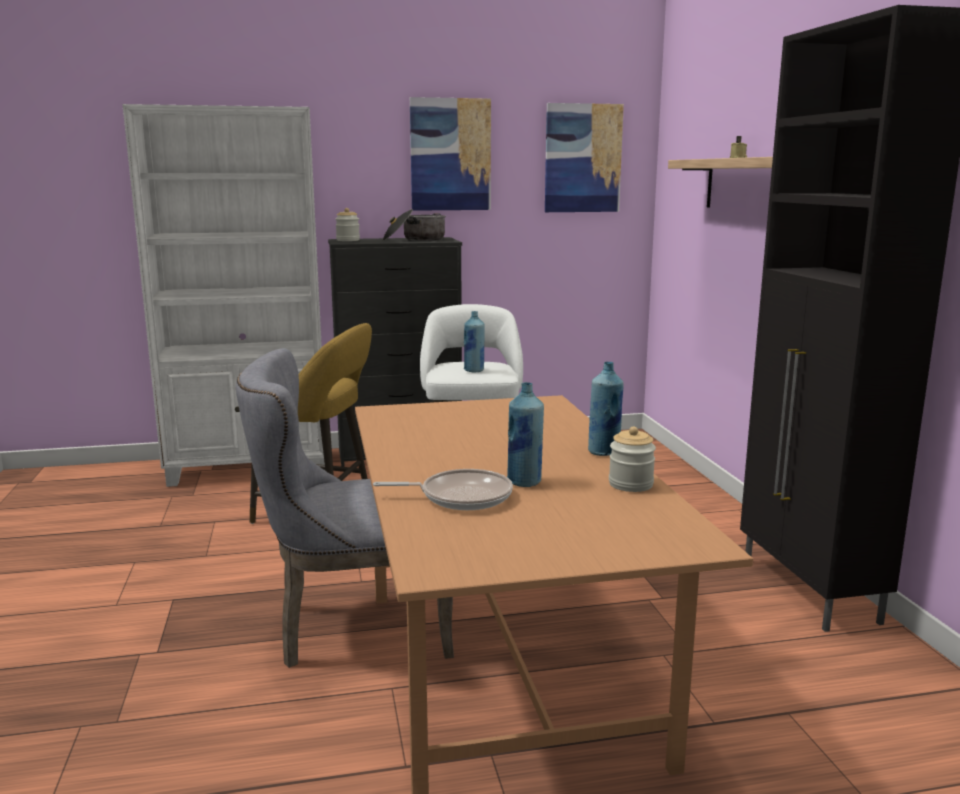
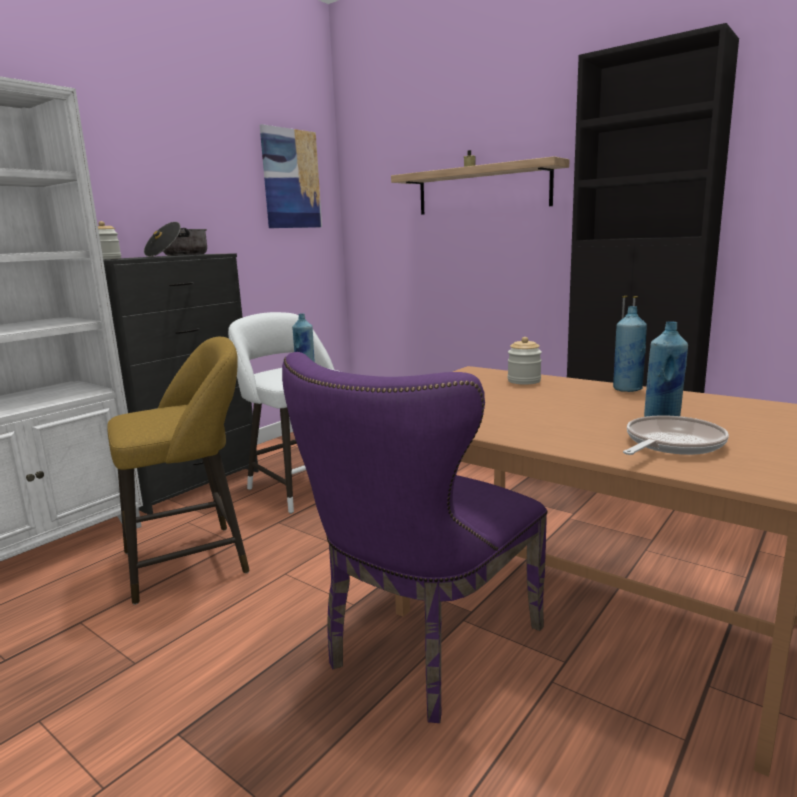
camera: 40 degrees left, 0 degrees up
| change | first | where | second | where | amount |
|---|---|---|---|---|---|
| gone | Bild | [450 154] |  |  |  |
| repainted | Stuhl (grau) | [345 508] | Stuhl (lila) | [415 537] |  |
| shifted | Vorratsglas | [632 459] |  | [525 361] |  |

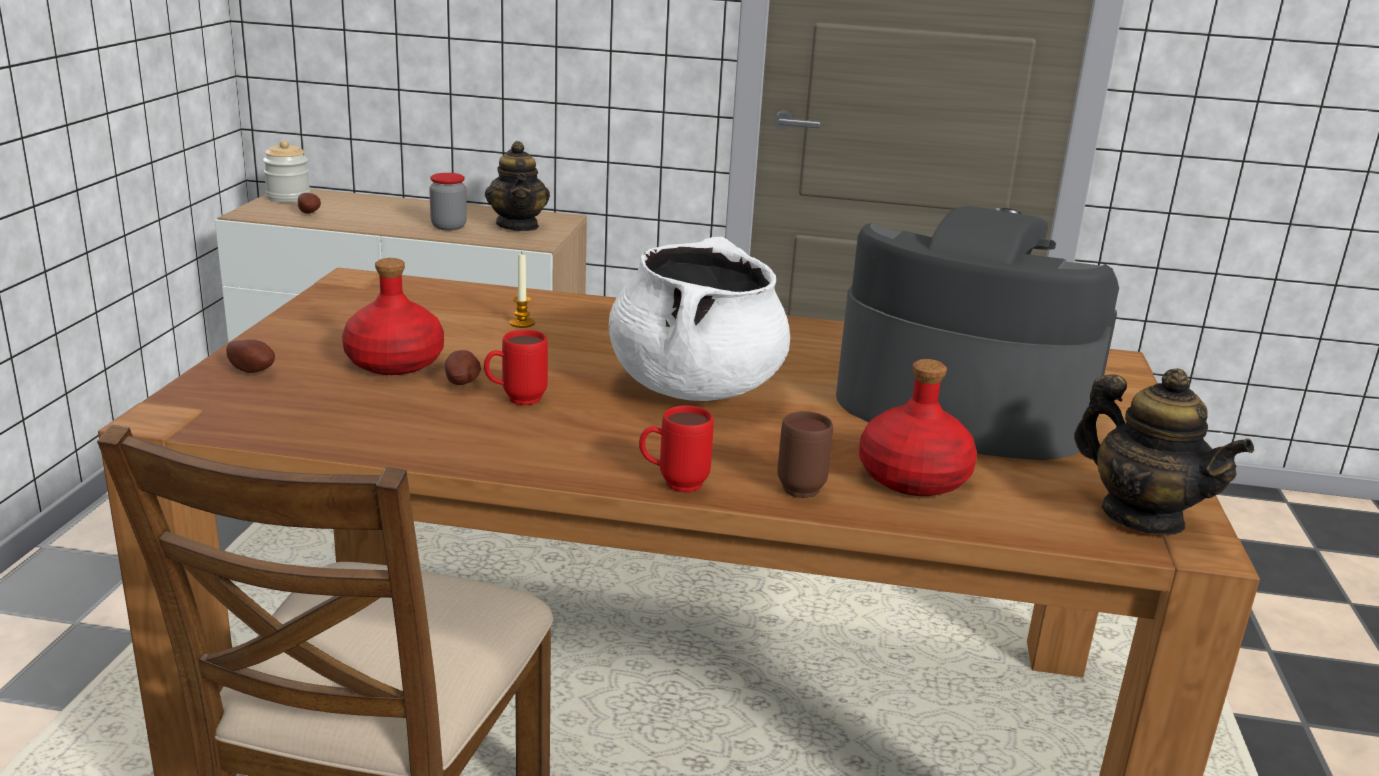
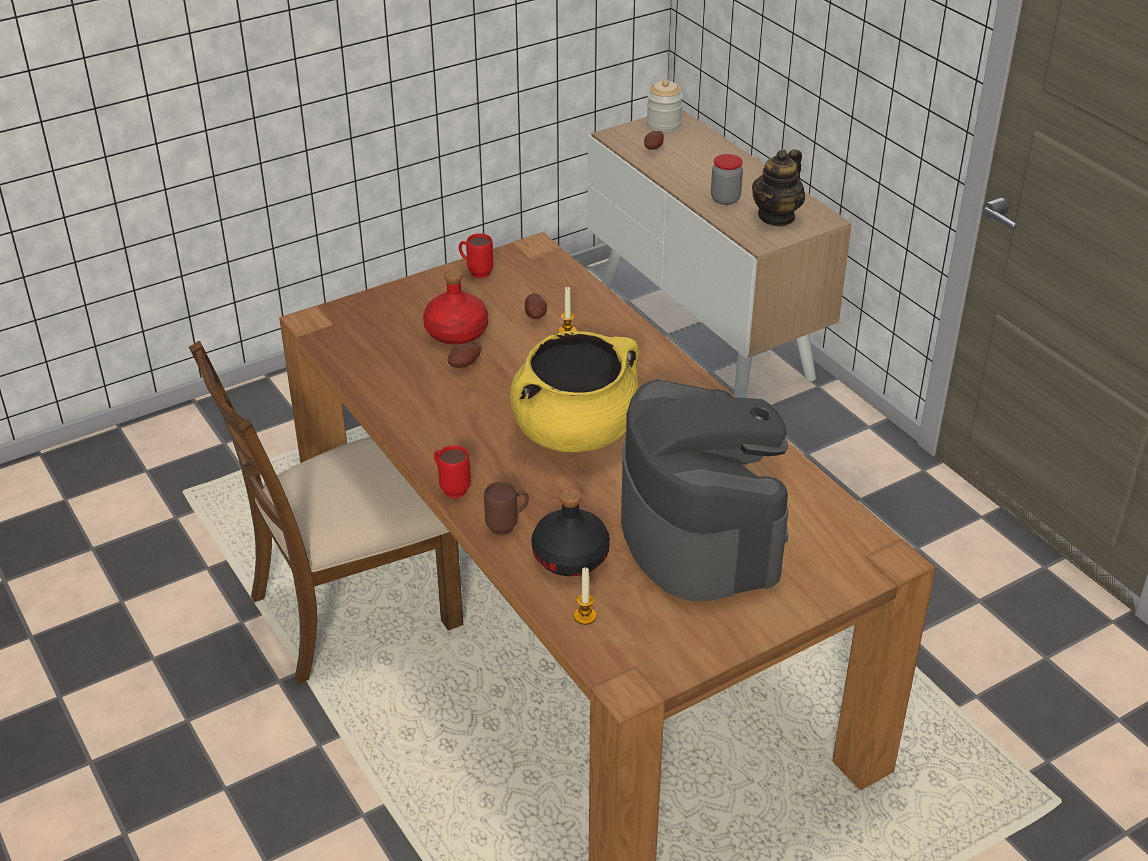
camera: 50 degrees right, 15 degrees up
| change | first | where | second | where | amount |
|---|---|---|---|---|---|
| repainted | Kochtopf (weiß) | [699 319] | Kochtopf (gelb) | [574 391] |  |
| shifted | Henkelbecher (rot) | [516 367] |  | [476 255] |  |
| shifted | Kartoffel | [250 356] |  | [536 306] |  |
| repainted | Flasche (rot) | [918 427] | Flasche (schwarz) | [570 532] |  |
| gone | Teekanne | [1164 452] |  |  |  |
| new |  |  | Kerze | [585 596] |  |

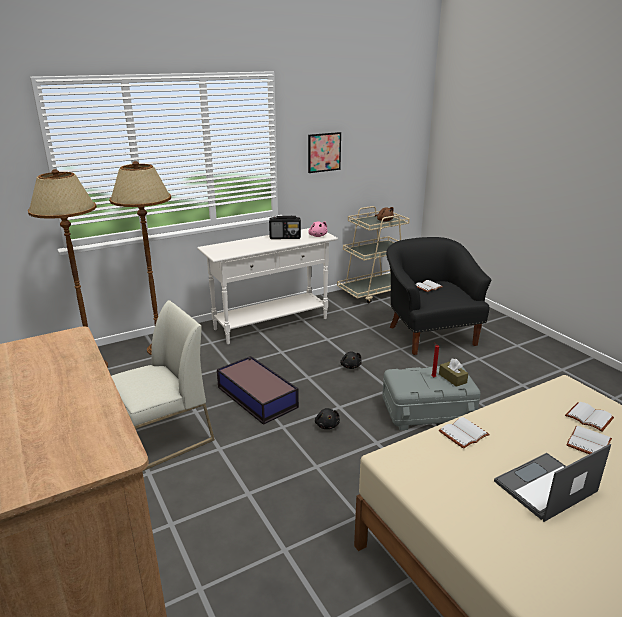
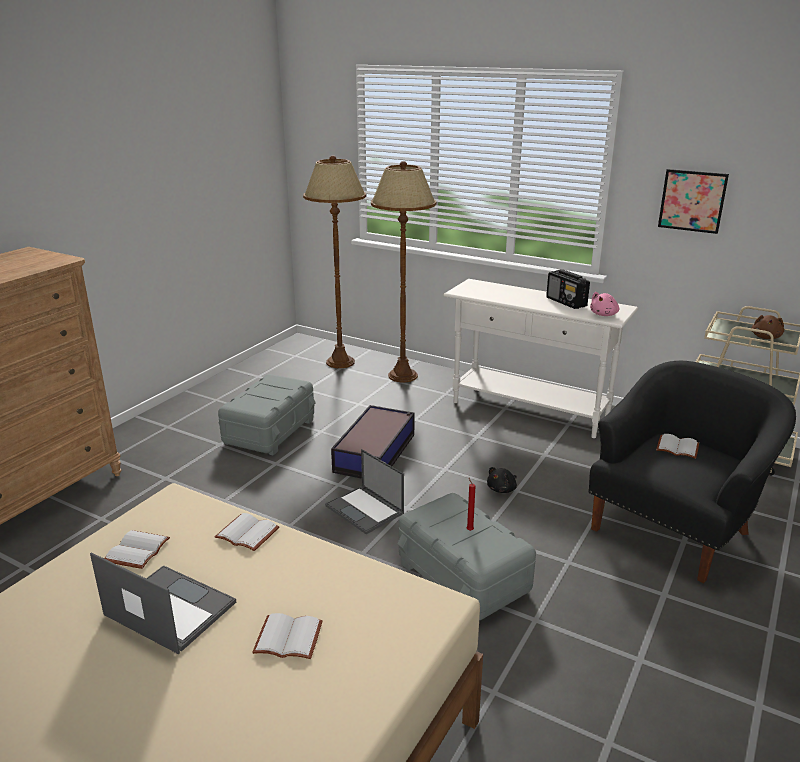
camera: 60 degrees right, 0 degrees up
| change | first | where | second | where | amount |
|---|---|---|---|---|---|
| swapped | Stuhl (weiß) | [163 385] | Aufbewahrungsbox (grau) | [267 415] |  |
| gone | Taschentuchbox (braun) | [453 373] |  |  |  |
| shifted | Buch (weiß) | [589 416] |  | [137 549] |  |
| swapped | Plüschtier (schwarz) | [327 418] | Laptop | [364 491] |  |

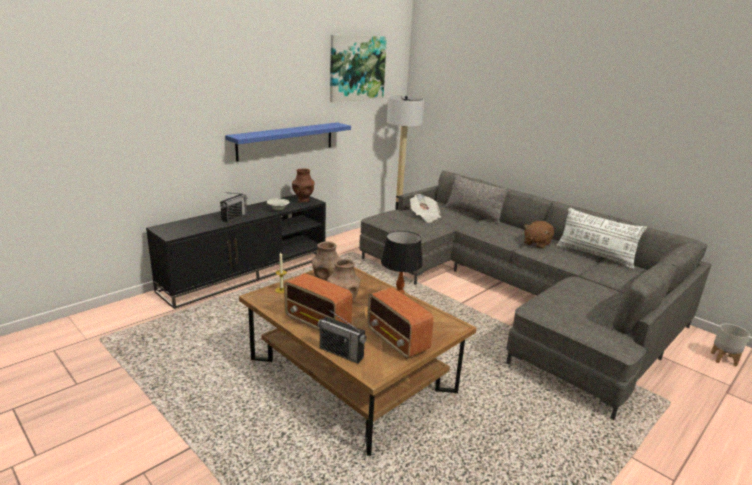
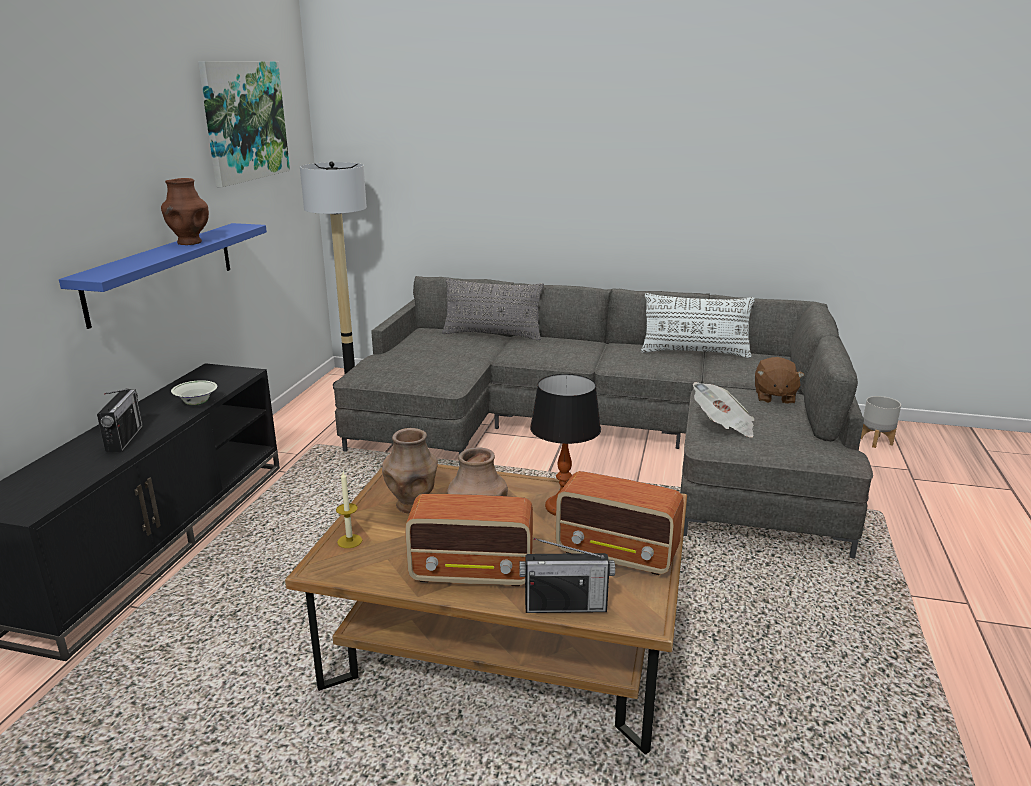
camera: 30 degrees left, 0 degrees up
| change | first | where | second | where | amount |
|---|---|---|---|---|---|
| shifted | Vase (braun) | [303 185] |  | [185 211] |  |
| shifted | Zeitung | [425 208] |  | [723 410] |  |
| shifted | Plüschtier (braun) | [539 235] |  | [779 380] |  |

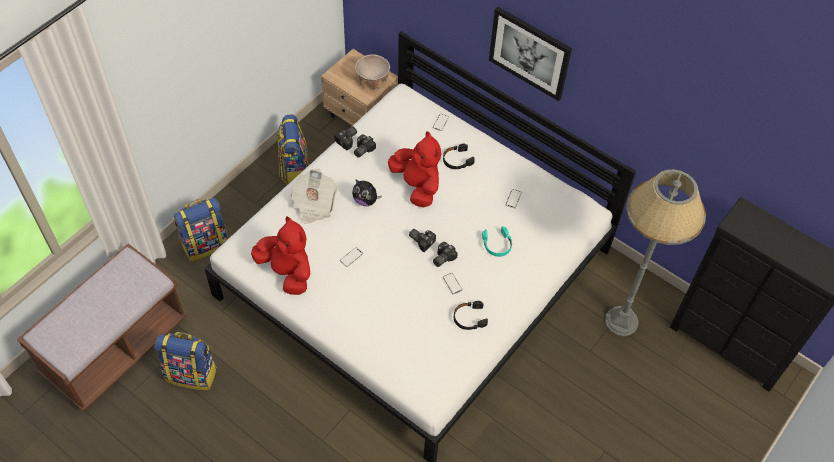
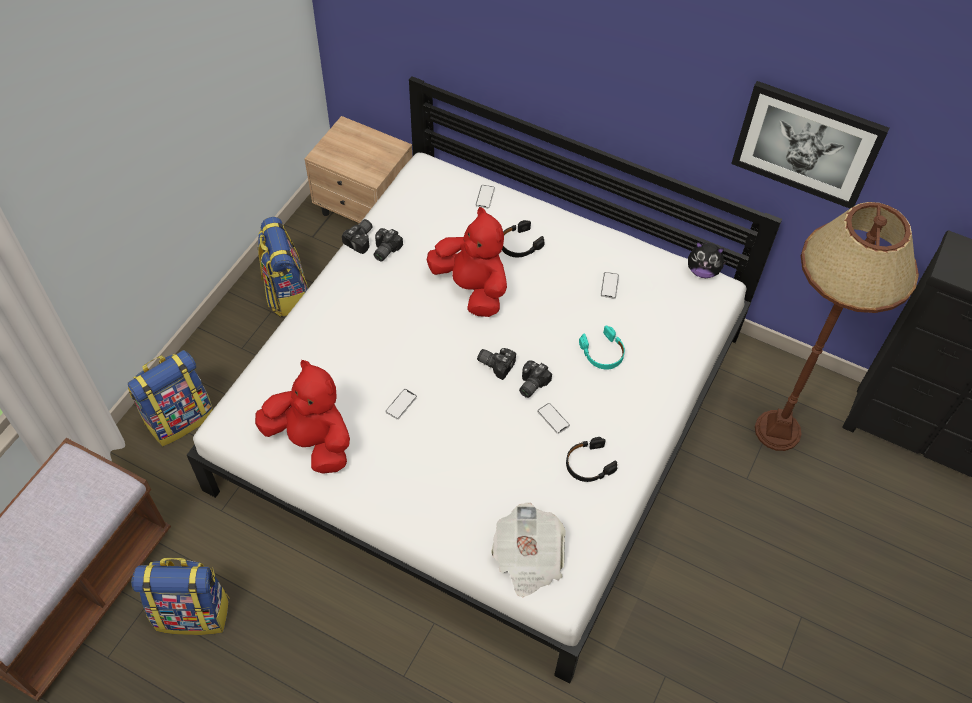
camera: 10 degrees left, 0 degrees up
| change | first | where | second | where | amount |
|---|---|---|---|---|---|
| shifted | Bild | [530 54] |  | [810 145] |  |
| gone | Schüssel (beige) | [372 72] |  |  |  |
| shifted | Zeitung | [314 196] |  | [528 550] |  |
| repainted | Stehlampe (grau) | [655 253] | Stehlampe (braun) | [837 326] |  |
| shifted | Plüschtier | [367 193] |  | [708 260] |  |

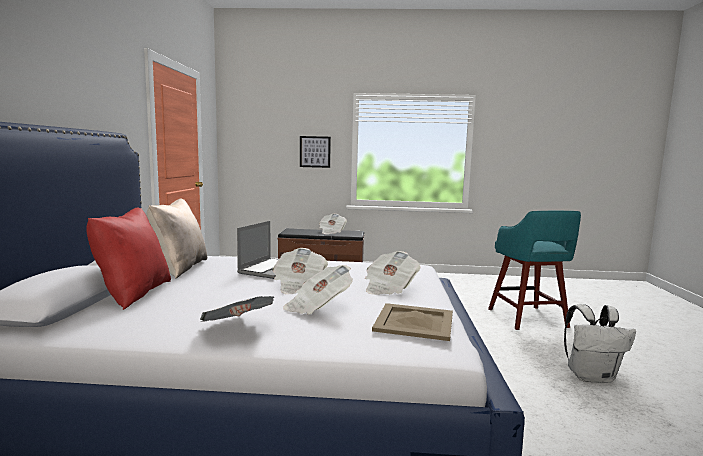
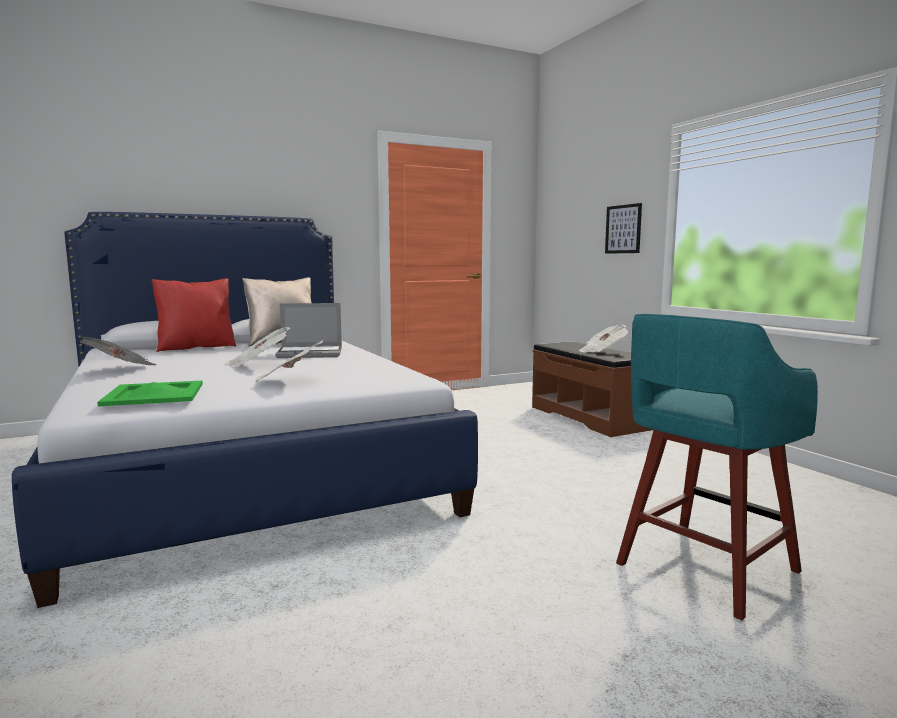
camera: 60 degrees right, 0 degrees up
| change | first | where | second | where | amount |
|---|---|---|---|---|---|
| gone | Zeitung | [318 290] |  |  |  |
| repainted | Tablett (beige) | [412 322] | Tablett (grün) | [150 394] |  |
| gone | Rucksack (weiß) | [600 343] |  |  |  |

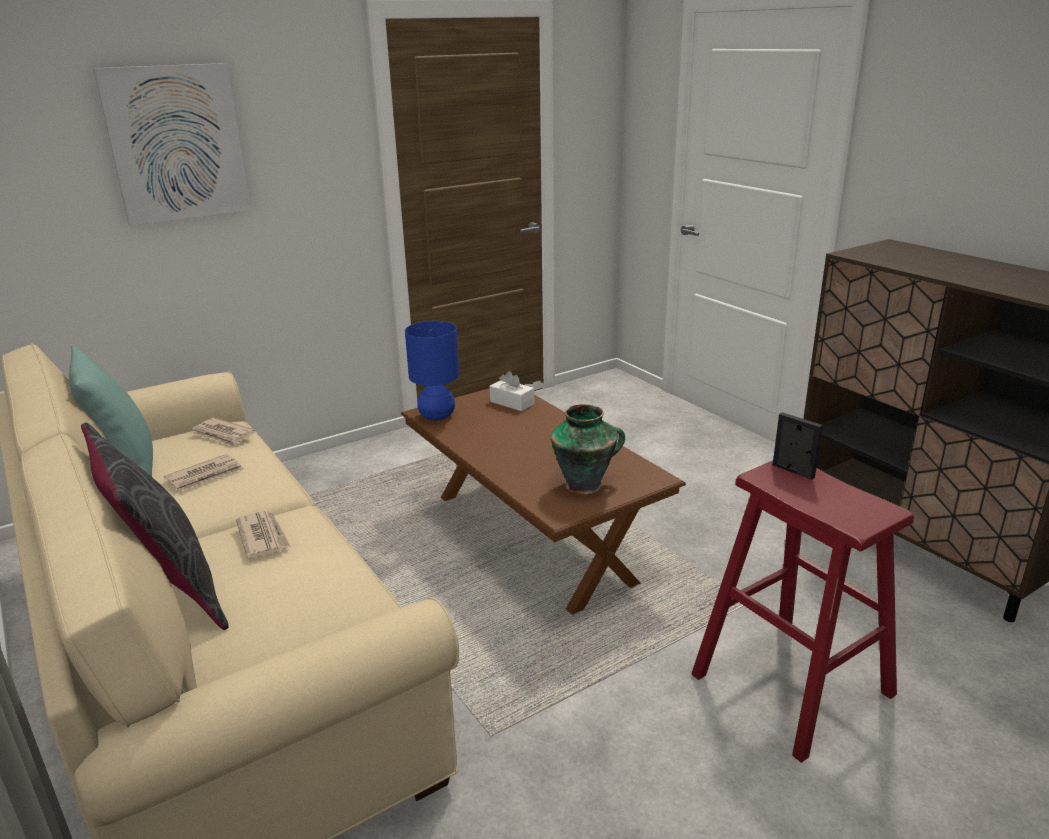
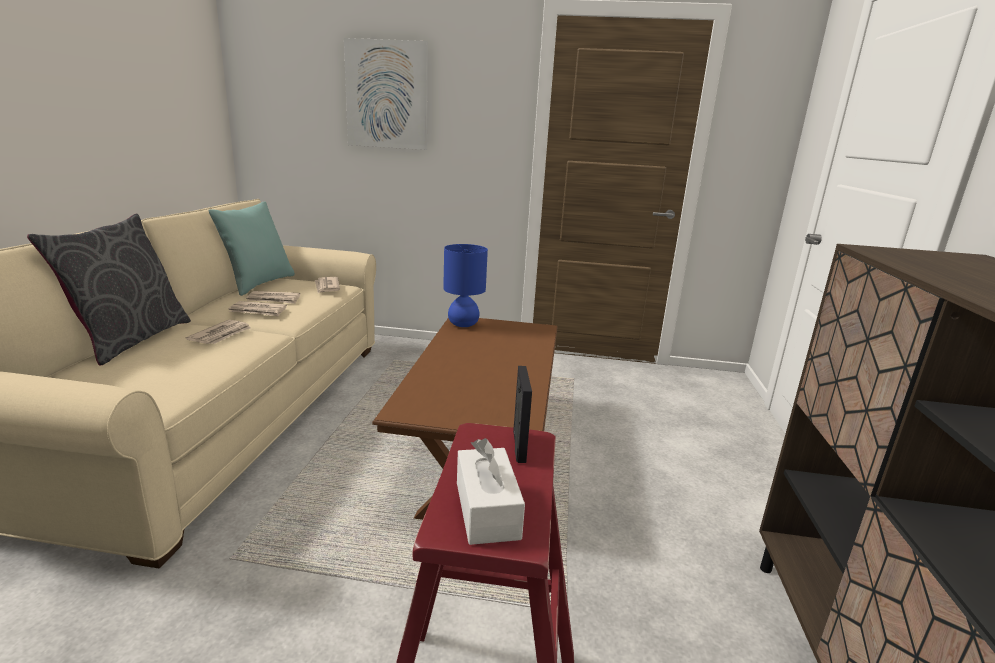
camera: 40 degrees right, 5 degrees down
| change | first | where | second | where | amount |
|---|---|---|---|---|---|
| shifted | Taschentuchbox (weiß) | [512 391] |  | [491 491] |  |
| gone | Vase | [588 449] |  |  |  |
| new |  |  | Zeitung | [258 309] |  |

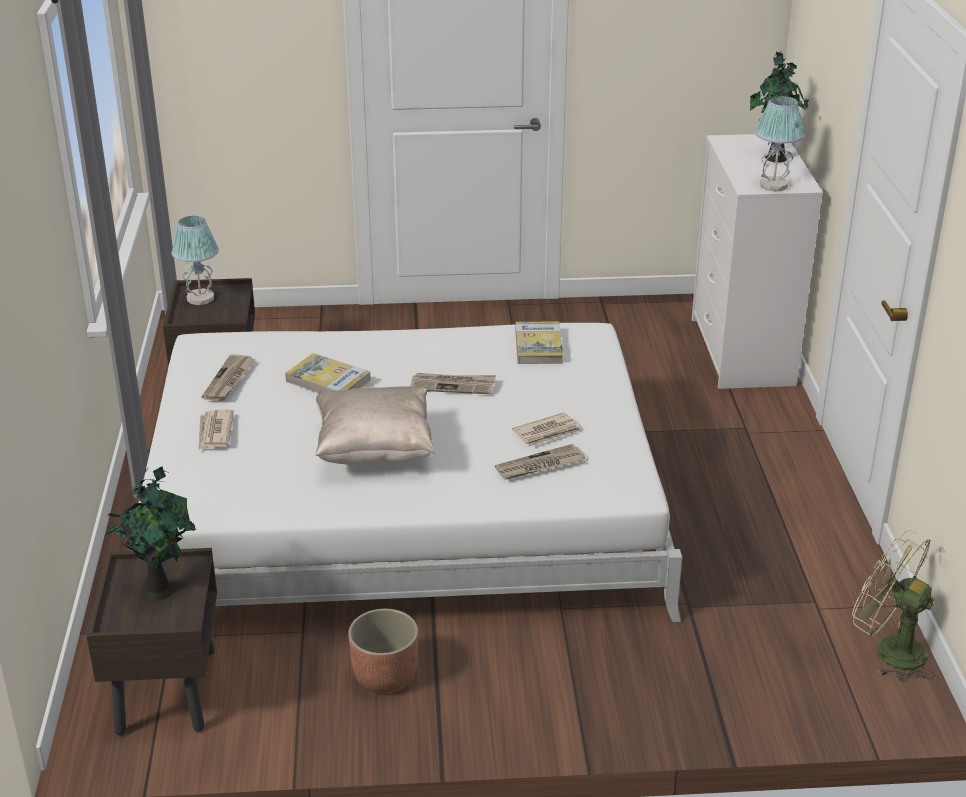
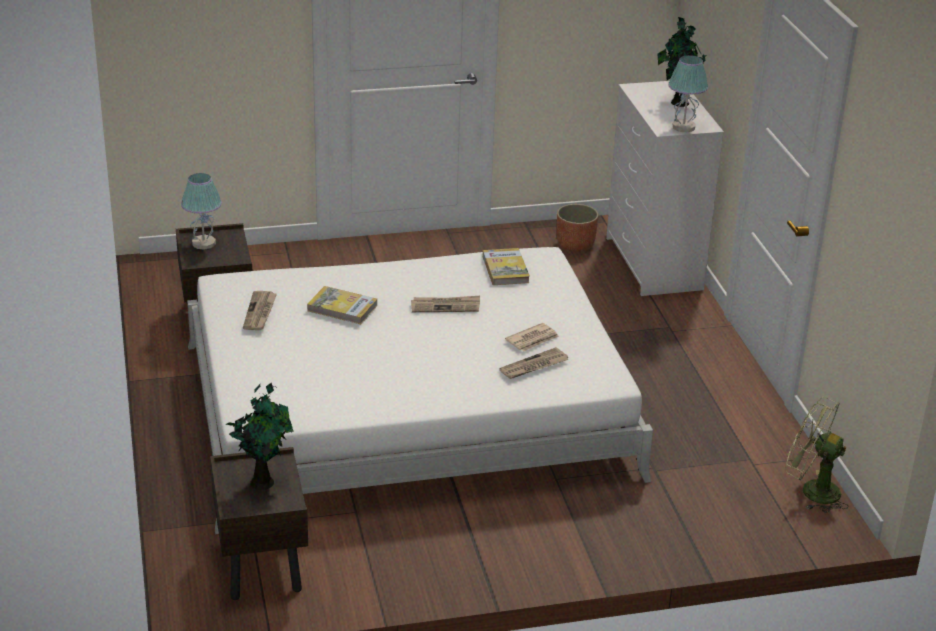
camera: 10 degrees left, 0 degrees up
| change | first | where | second | where | amount |
|---|---|---|---|---|---|
| gone | Kissen (beige) | [375 425] |  |  |  |
| gone | Zeitung | [216 429] |  |  |  |
| shifted | Pflanzkübel | [383 651] |  | [577 228] |  |

